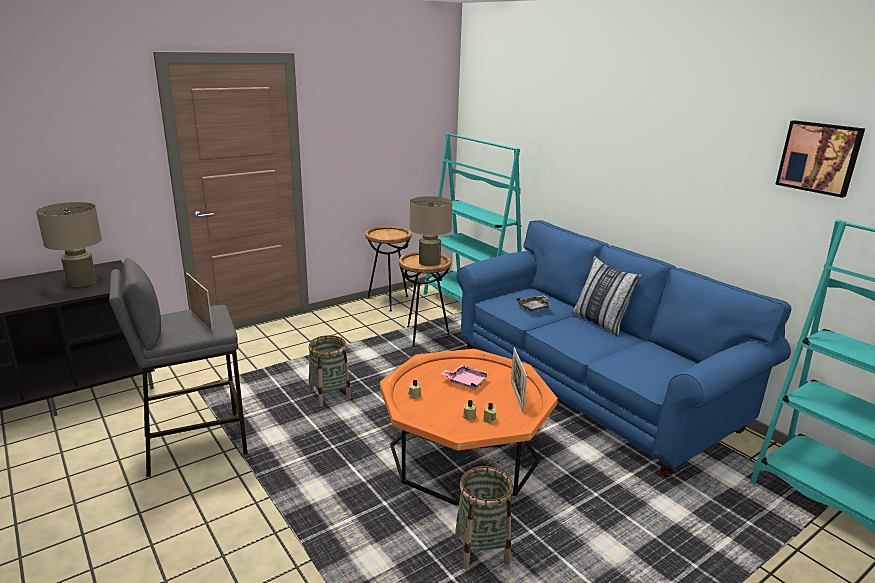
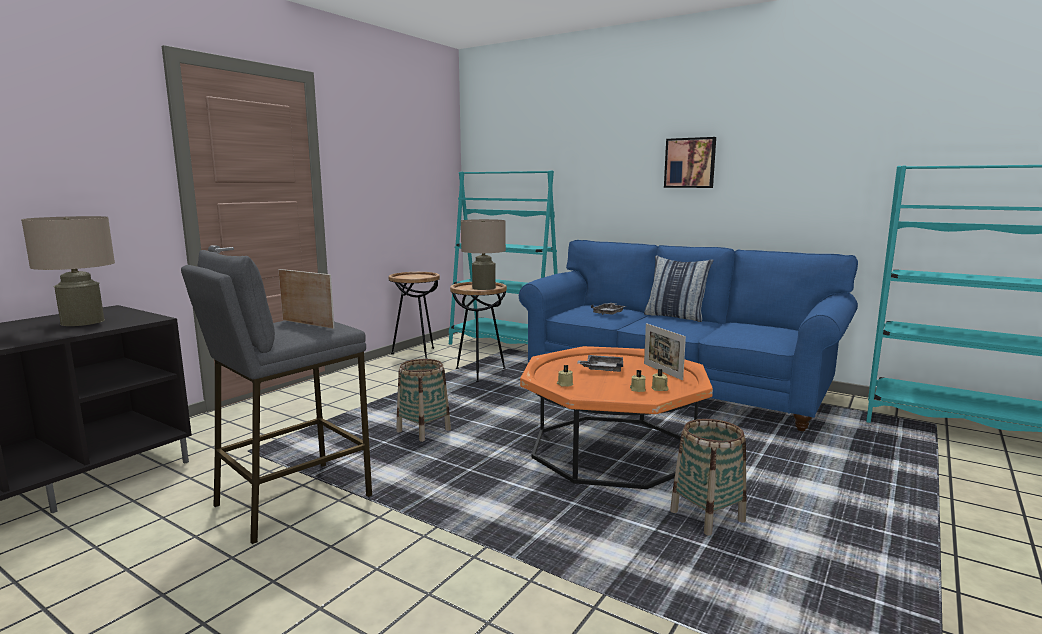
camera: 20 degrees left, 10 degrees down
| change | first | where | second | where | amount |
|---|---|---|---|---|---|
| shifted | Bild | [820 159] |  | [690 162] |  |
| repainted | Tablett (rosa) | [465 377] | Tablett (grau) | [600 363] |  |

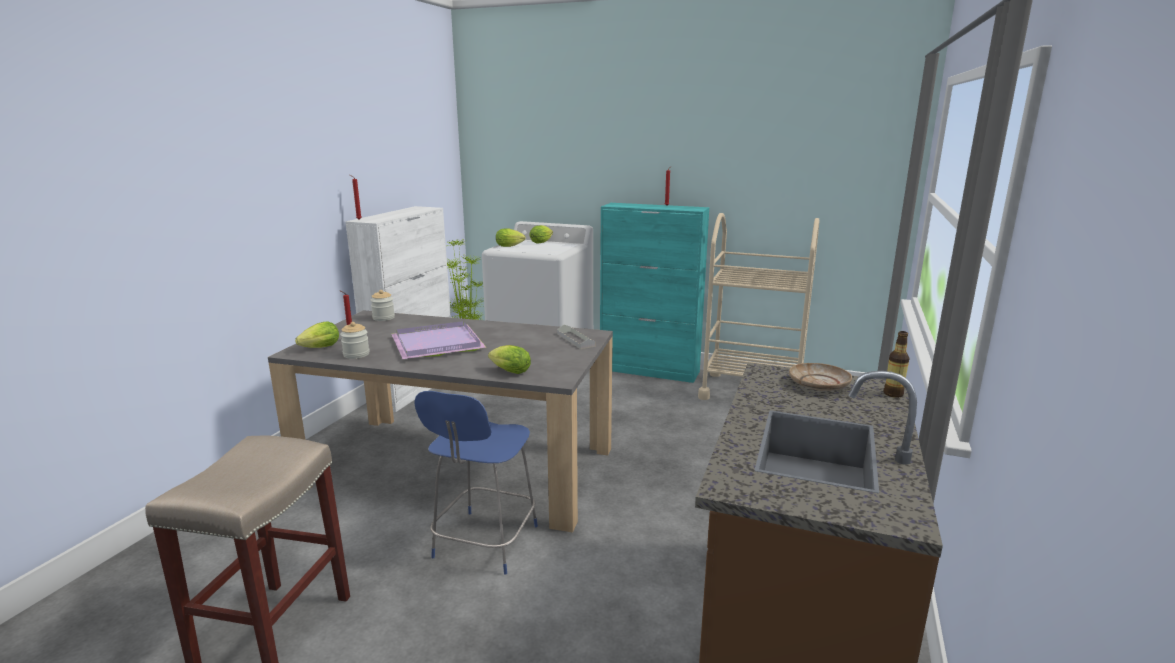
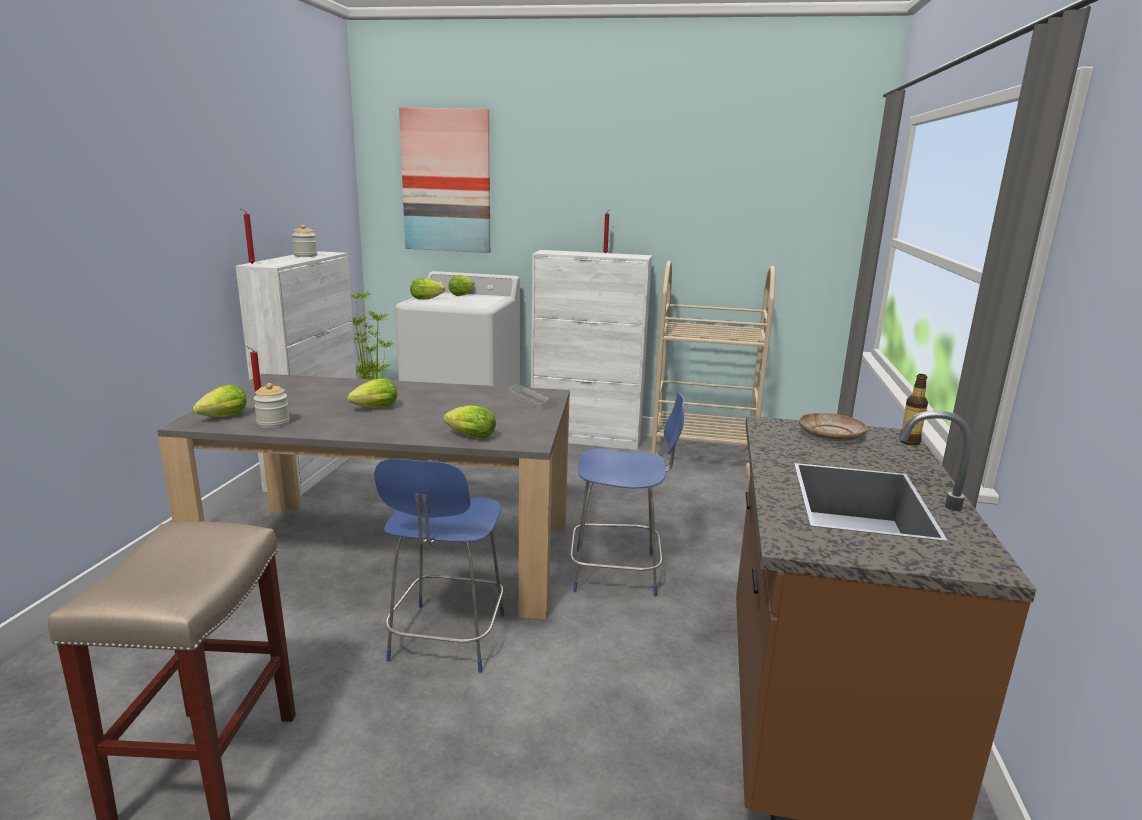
camera: 10 degrees left, 0 degrees up
| change | first | where | second | where | amount |
|---|---|---|---|---|---|
| repainted | Schrank (türkis) | [654 293] | Schrank (weiß) | [591 350] |  |
| shifted | Vorratsglas | [382 305] |  | [304 241] |  |
| swapped | Tablett (lila) | [439 340] | Salatkopf | [372 393] |  |
| new |  |  | Bild | [444 180] |  |
| new |  |  | Stuhl (blau) | [627 495] |  |

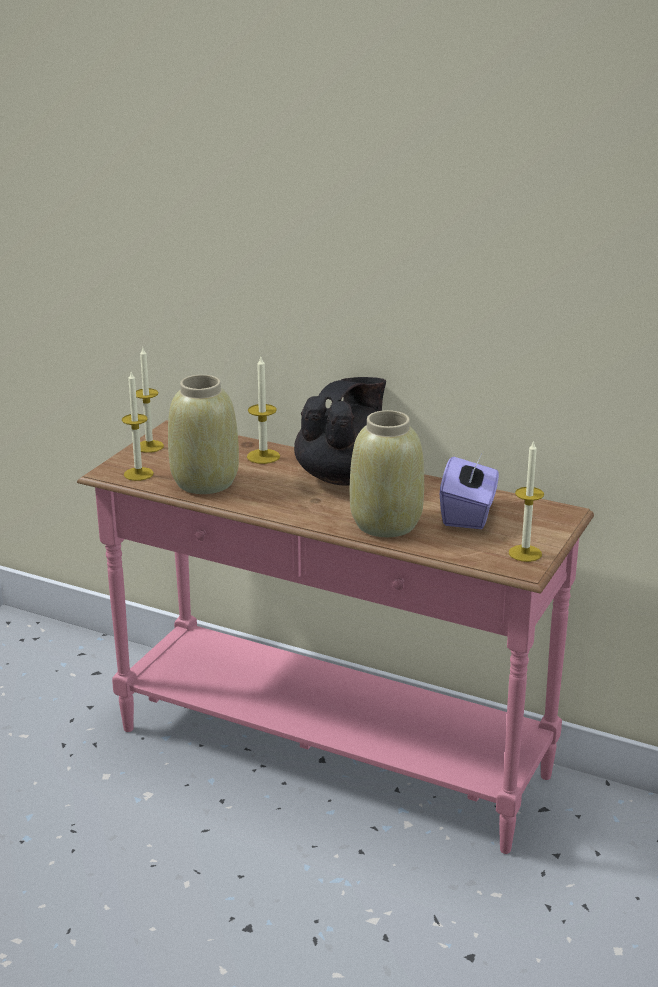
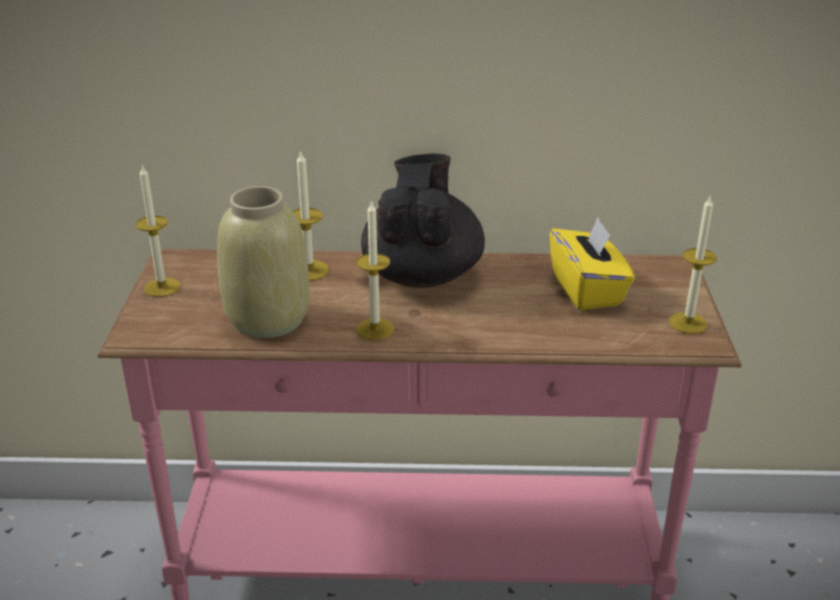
camera: 25 degrees left, 5 degrees up
| change | first | where | second | where | amount |
|---|---|---|---|---|---|
| shifted | Kerze | [138 426] |  | [375 270] |  |
| gone | Vase (beige) | [387 473] |  |  |  |
| repainted | Taschentuchbox (lila) | [469 490] | Taschentuchbox (gelb) | [592 264] |  |

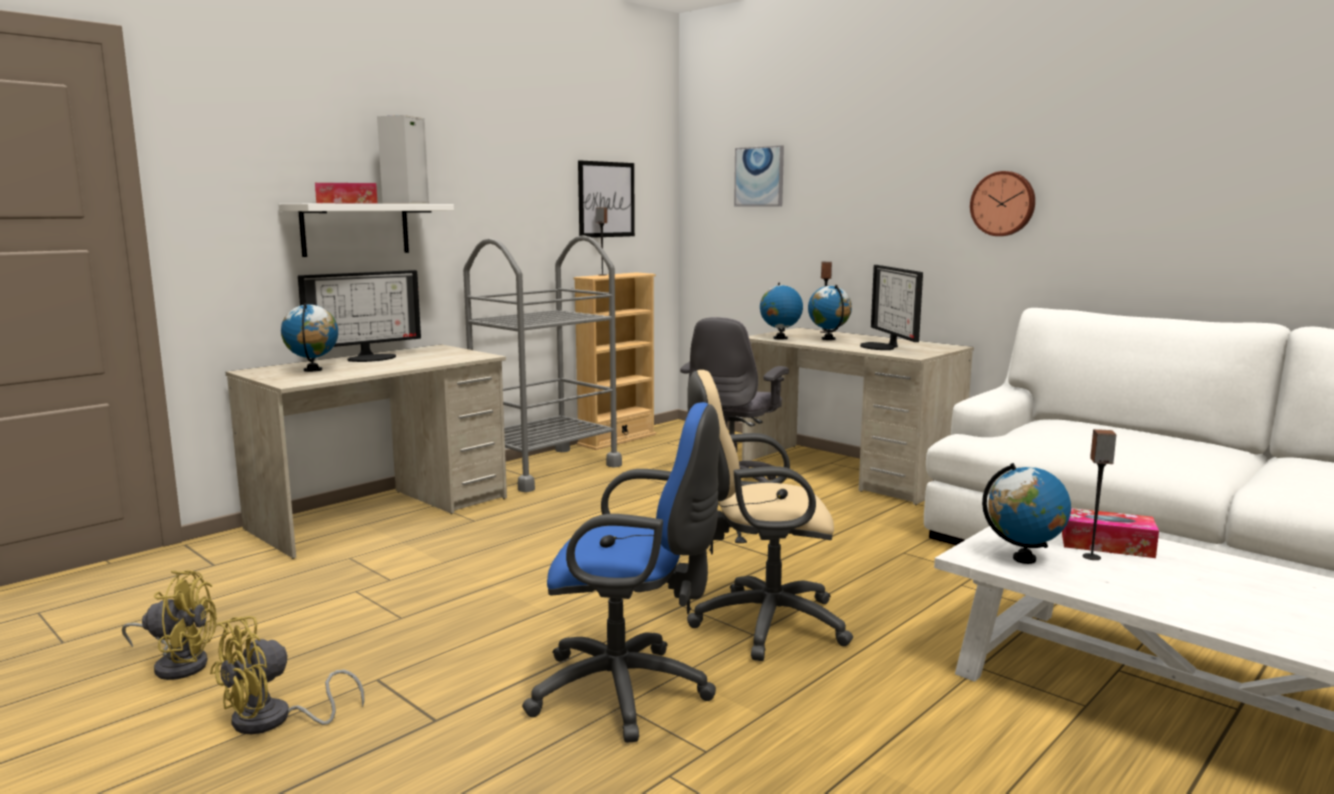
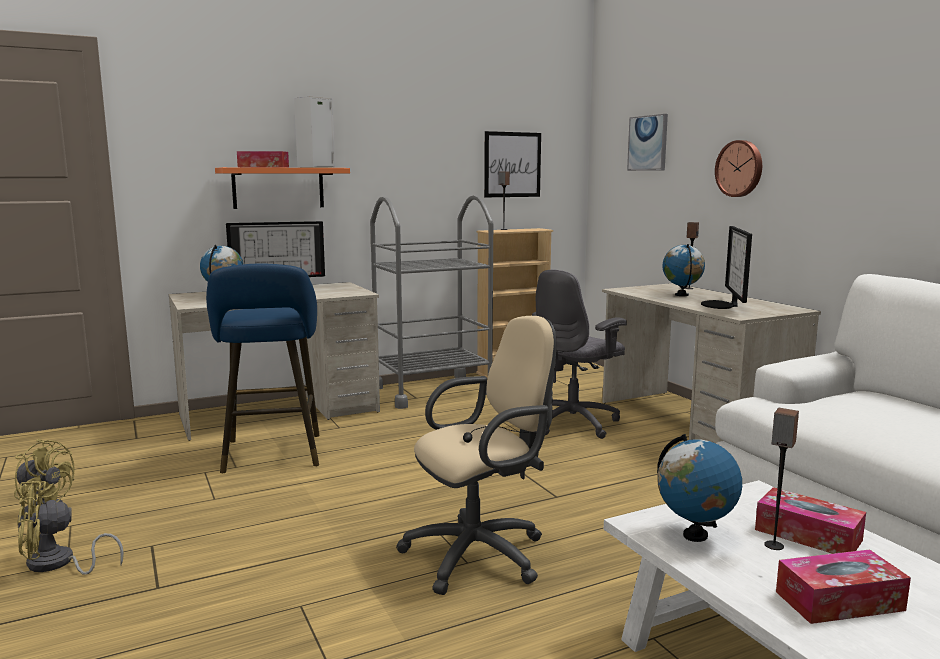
camera: 20 degrees right, 0 degrees up
| change | first | where | second | where | amount |
|---|---|---|---|---|---|
| shifted | Wanduhr | [1002 203] |  | [738 168] |  |
| repainted | Wandregal (weiß) | [366 230] | Wandregal (orange) | [282 188] |  |
| gone | Globus | [781 311] |  |  |  |
| rotated | Bürostuhl (beige) | [770 515] |  | [476 455] | 135 degrees clockwise |
| gone | Bürostuhl (blau) | [621 572] |  |  |  |
| new |  |  | Hocker (blau) | [262 368] |  |
| new |  |  | Taschentuchbox | [843 586] |  |

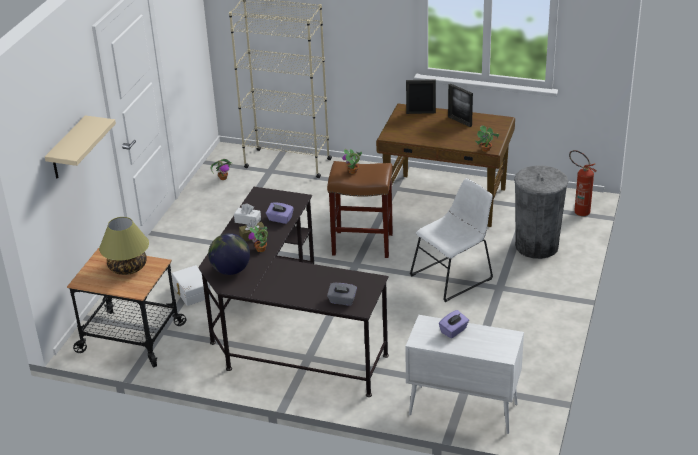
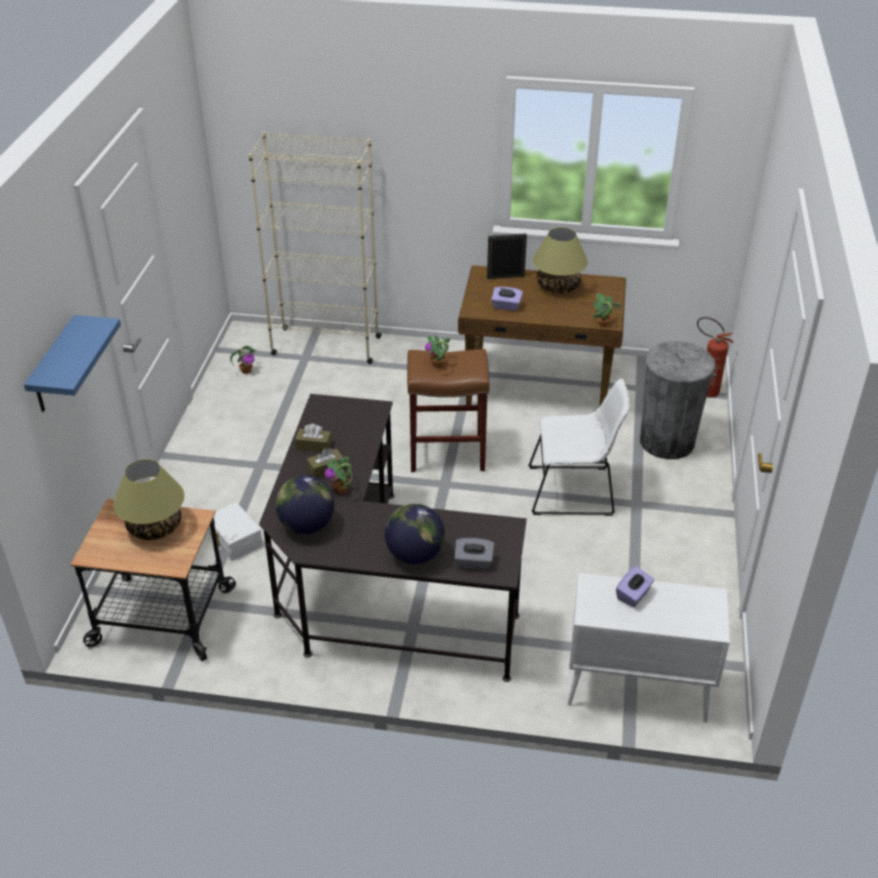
camera: 10 degrees left, 5 degrees up
| change | first | where | second | where | amount |
|---|---|---|---|---|---|
| swapped | Bilderrahmen | [460 105] | Tischlampe | [560 260] |  |
| repainted | Wandregal (beige) | [80 147] | Wandregal (blau) | [72 363] |  |
| rotated | Stuhl (weiß) | [451 240] |  | [579 447] | 45 degrees clockwise |
| shifted | Taschentuchbox (lila) | [280 213] |  | [507 299] |  |
| repainted | Taschentuchbox (weiß) | [247 213] | Taschentuchbox (braun) | [313 438] |  |
| new |  |  | Globus | [415 534] |  |

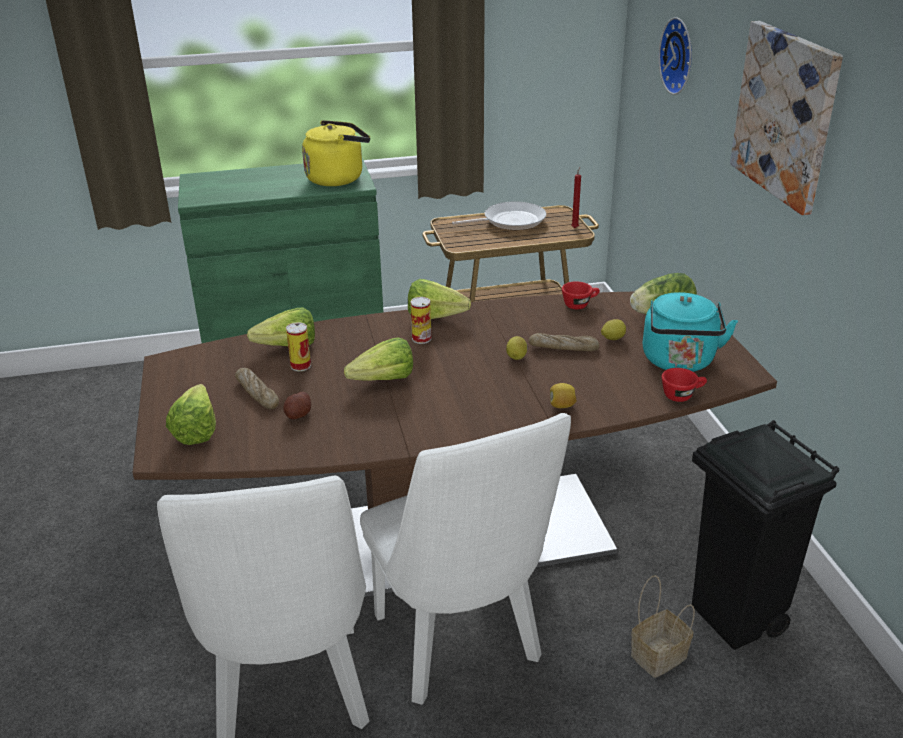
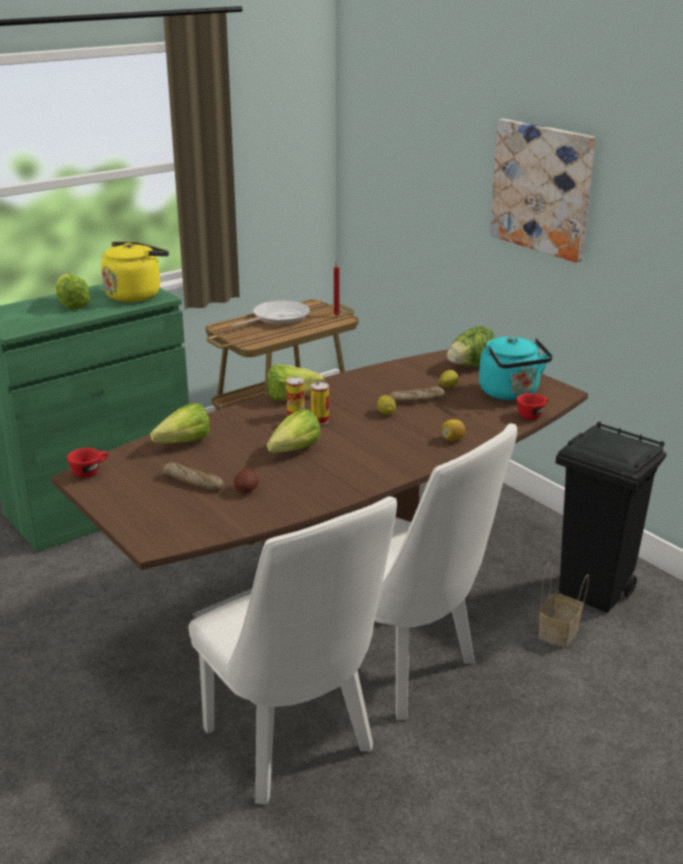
camera: 25 degrees left, 5 degrees down
| change | first | where | second | where | amount |
|---|---|---|---|---|---|
| gone | Wanduhr | [675 56] |  |  |  |
| shifted | Tasse (rot) | [581 295] |  | [87 463] |  |
| shifted | Dose | [298 346] |  | [320 403] |  |
| shifted | Salatkopf | [191 414] |  | [73 291] |  |

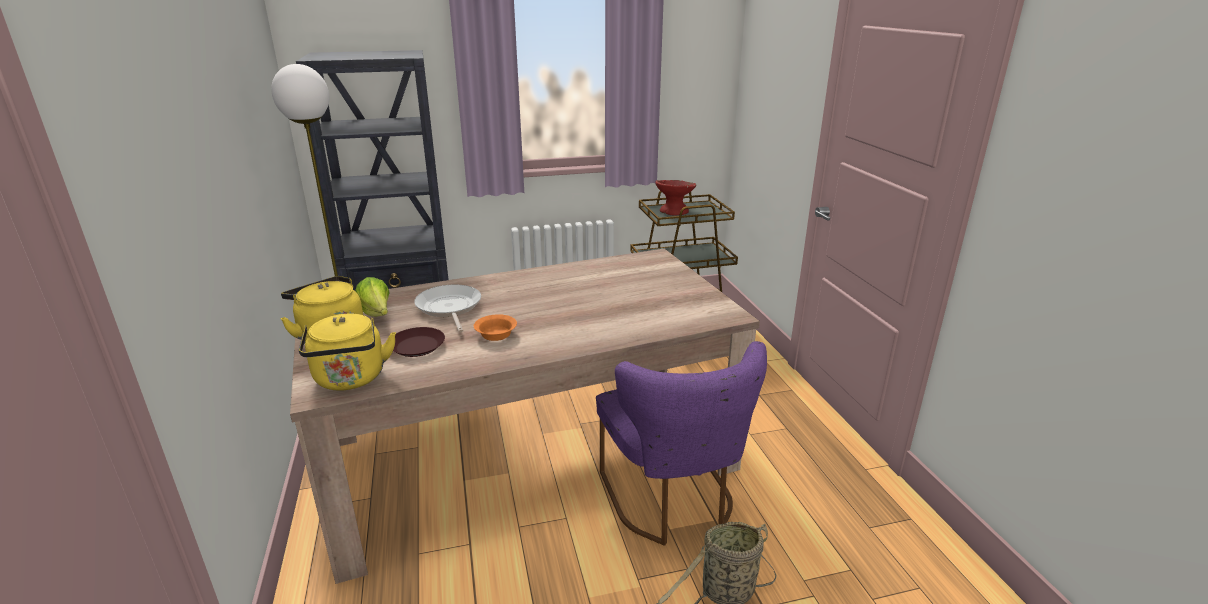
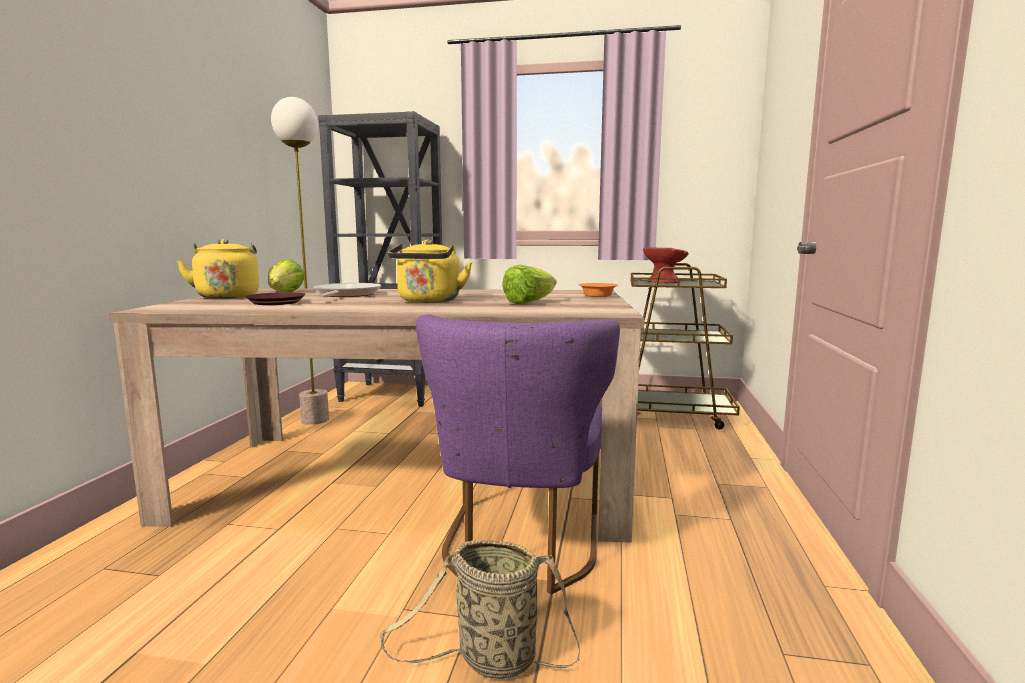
camera: 25 degrees right, 15 degrees down
| change | first | where | second | where | amount |
|---|---|---|---|---|---|
| shifted | Wasserkessel (gelb) | [347 352] |  | [430 271] |  |
| shifted | Schüssel (orange) | [495 327] |  | [598 290] |  |
| new |  |  | Salatkopf | [529 284] |  |

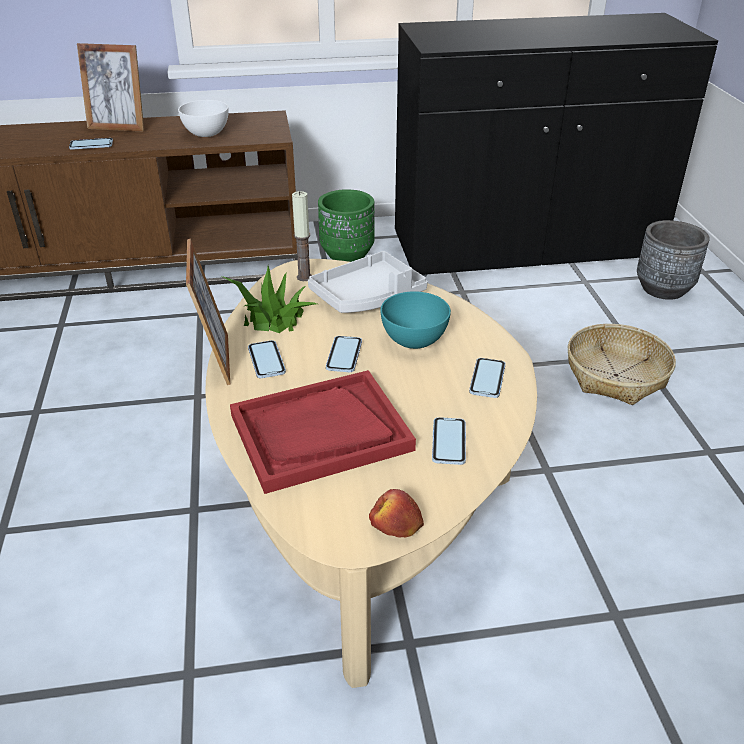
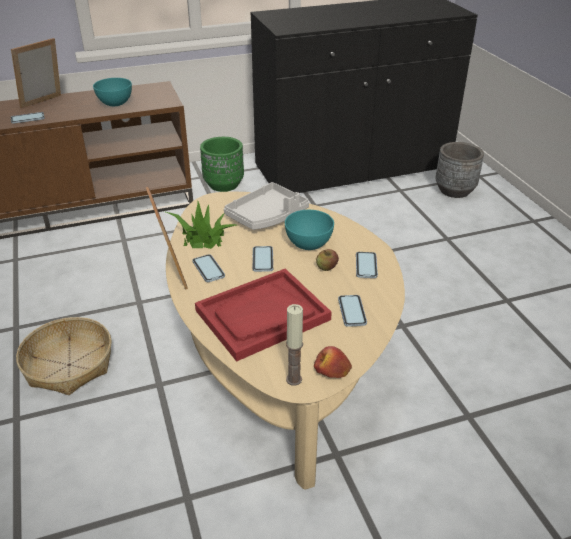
camera: 10 degrees left, 0 degrees up
| change | first | where | second | where | amount |
|---|---|---|---|---|---|
| rotated | Bilderrahmen | [110 87] |  | [36 73] | 135 degrees clockwise |
| repainted | Schüssel (weiß) | [203 118] | Schüssel (türkis) | [112 92] |  |
| shifted | Kerze | [302 236] |  | [294 345] |  |
| shifted | Korb | [622 364] |  | [64 356] |  |
| new |  |  | Apfel | [327 260] |  |

